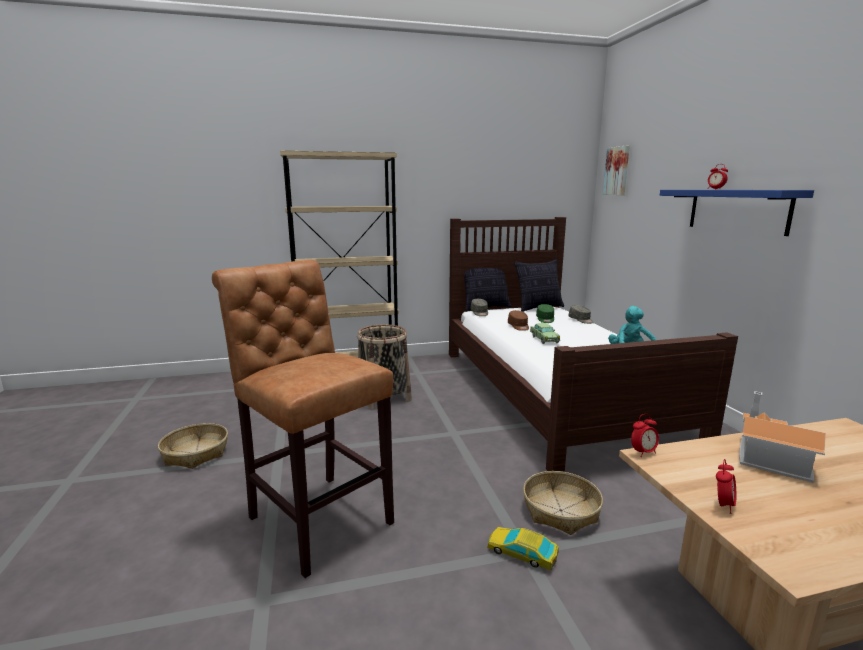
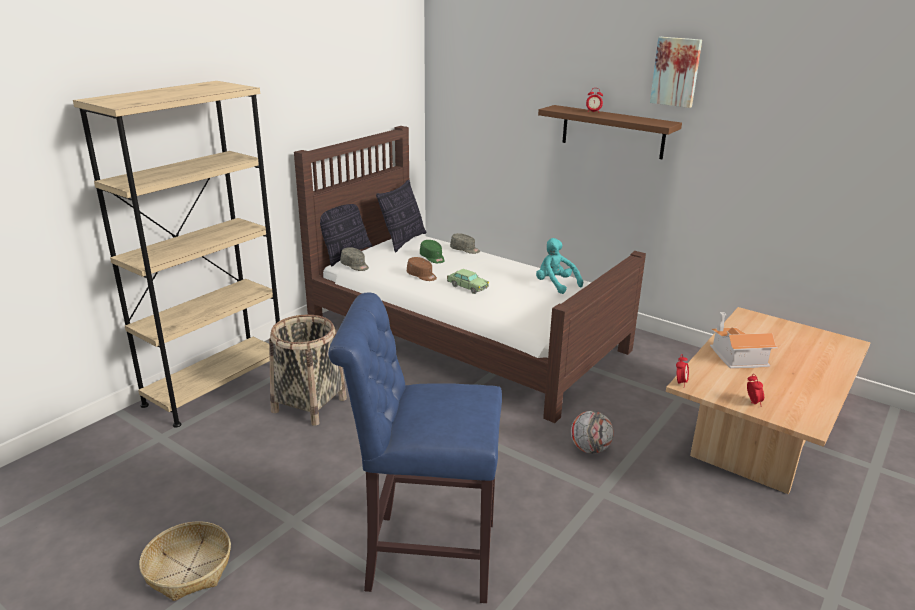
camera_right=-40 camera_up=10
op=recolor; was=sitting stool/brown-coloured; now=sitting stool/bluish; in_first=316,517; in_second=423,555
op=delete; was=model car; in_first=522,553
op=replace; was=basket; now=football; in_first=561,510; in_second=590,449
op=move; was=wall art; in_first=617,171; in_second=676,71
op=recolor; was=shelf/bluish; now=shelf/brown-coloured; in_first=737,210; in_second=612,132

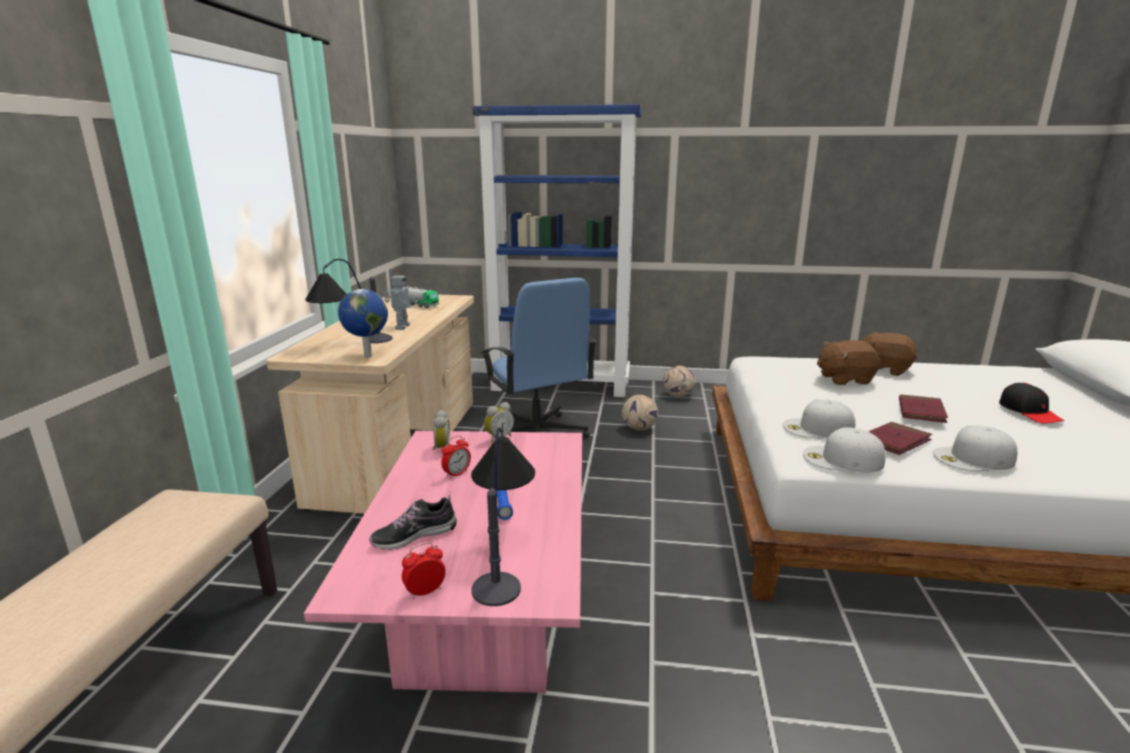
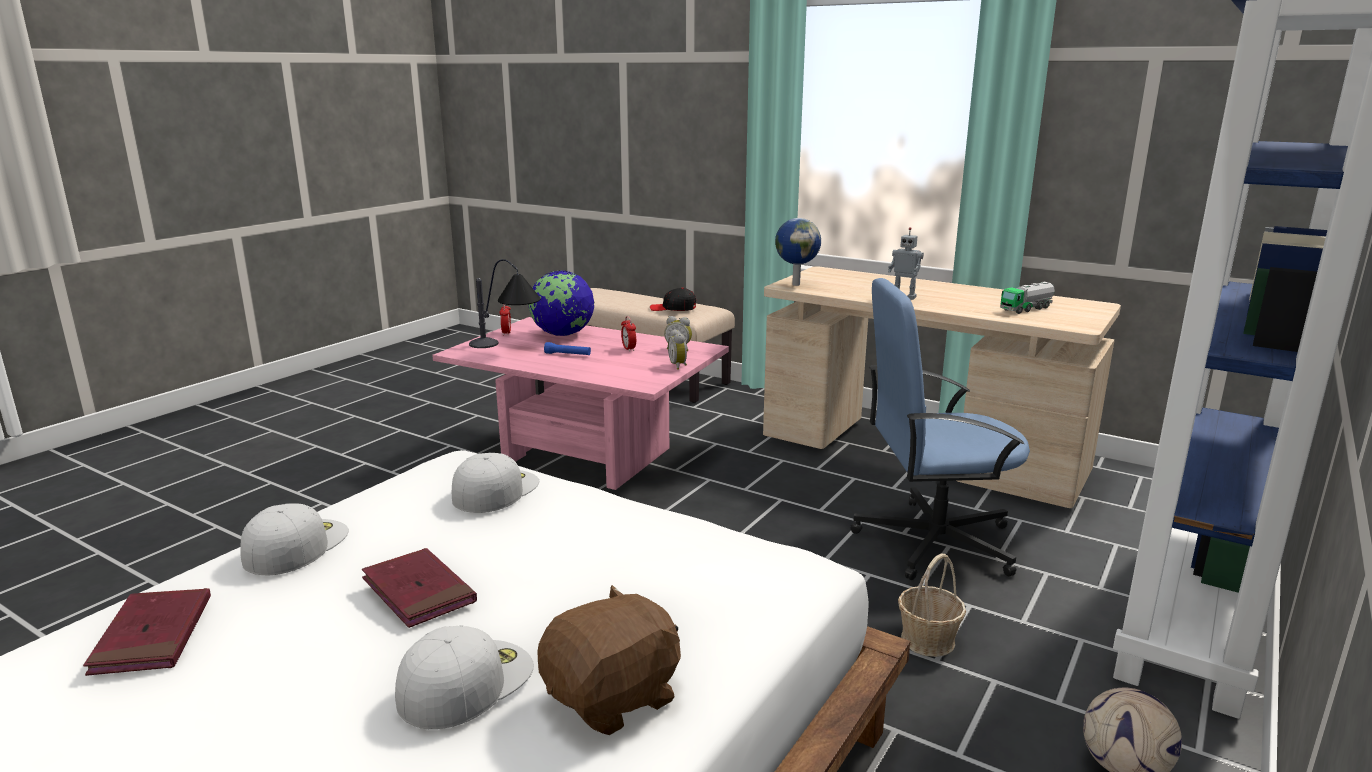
camera_right=115 camera_up=0
op=delete; was=lamp for a table; in_first=350,344
op=replace; was=item of footwear; now=world globe; in_first=414,536; in_second=562,335
op=replace; was=football; now=basket; in_first=639,429; in_second=927,640
op=move; was=cap/white; in_first=842,459; in_second=466,681
op=delete; was=cuddly toy/brown-coloured; in_first=844,379
op=move; was=book/red-coloured; in_first=894,441; in_second=153,636
op=move; was=cap/black-coloured; in_first=1029,412; in_second=673,309

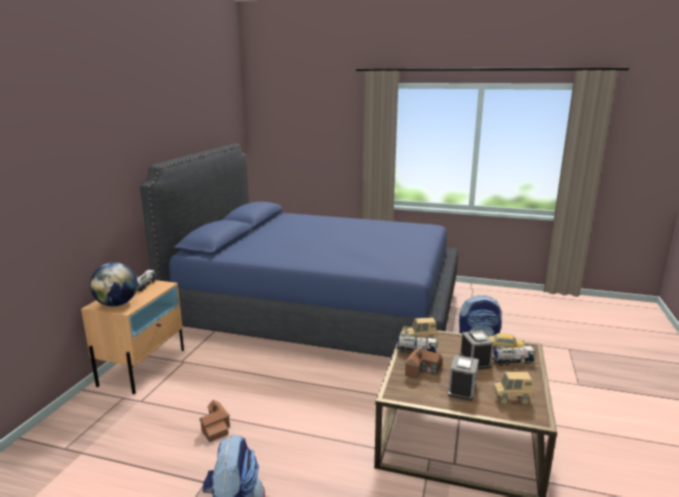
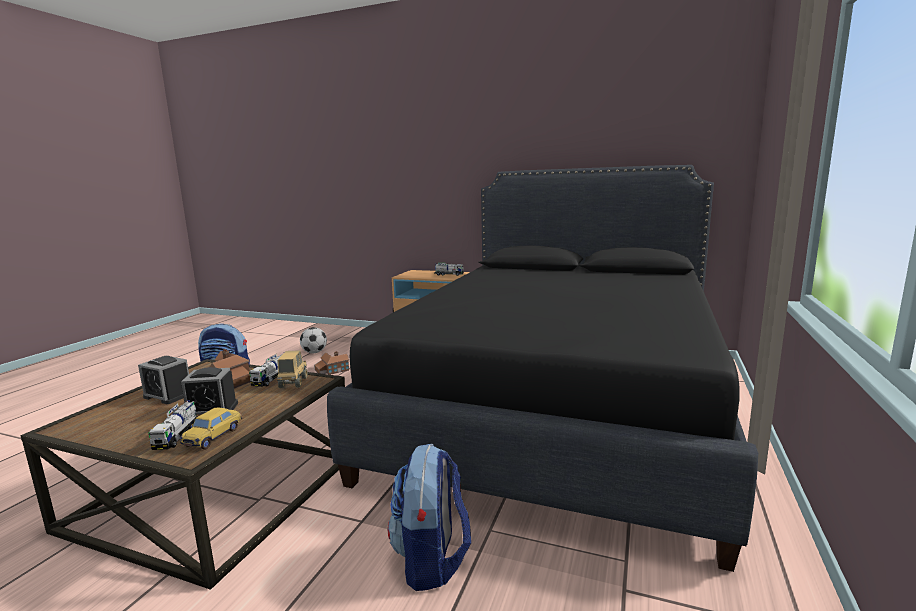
camera_right=95 camera_up=-5
op=delete; was=world globe; in_first=117,304
op=recolor; was=bedroom bed/bluish; now=bedroom bed/black-coloured; in_first=319,312; in_second=560,406
op=delete; was=model truck; in_first=511,399
op=insert; now=football; in_second=314,352

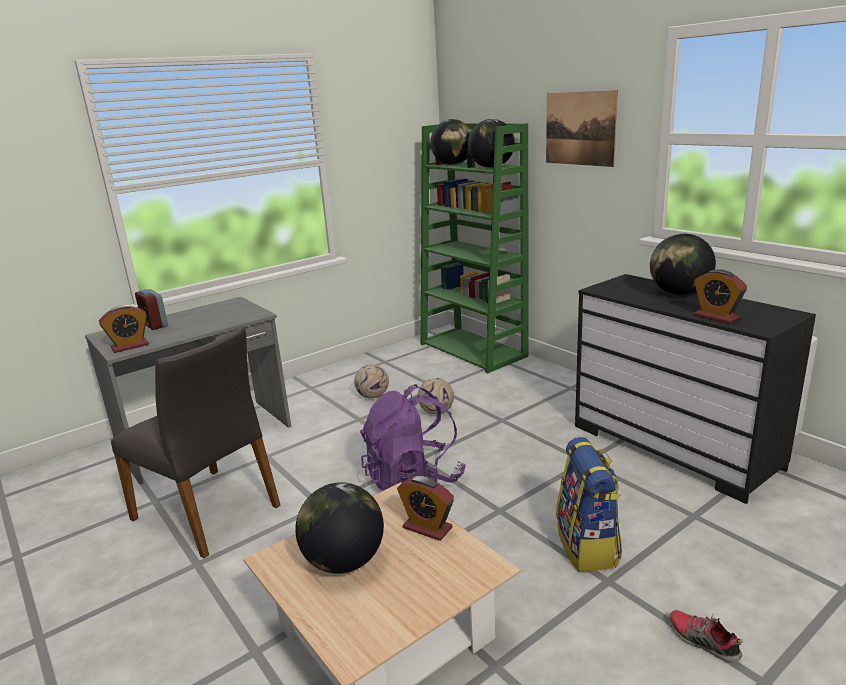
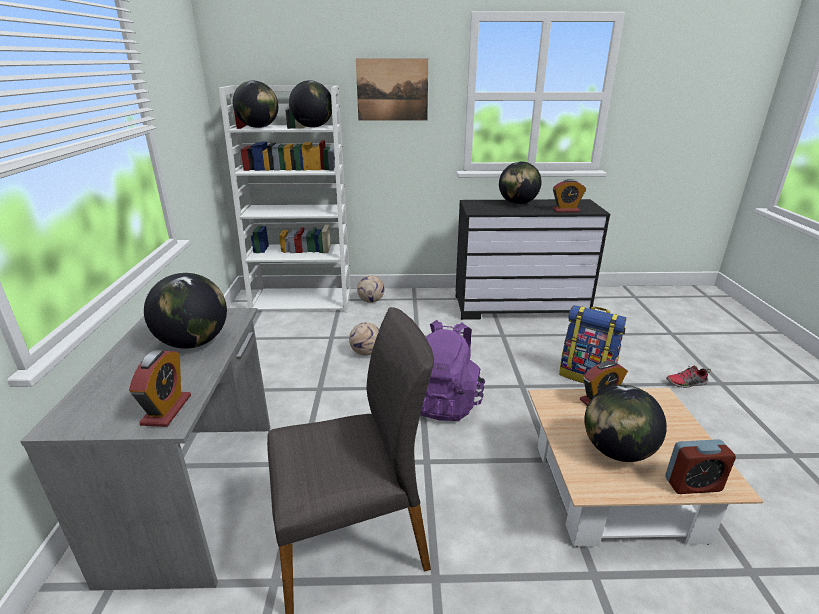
camera_right=-55 camera_up=5
op=move; was=table clock; in_first=155,325; in_second=692,484
op=move; was=football; in_first=373,396; in_second=371,301
op=recolor; was=shelving unit/green-coloured; now=shelving unit/white; in_first=474,350; in_second=303,300
op=insert; now=world globe; in_second=194,343

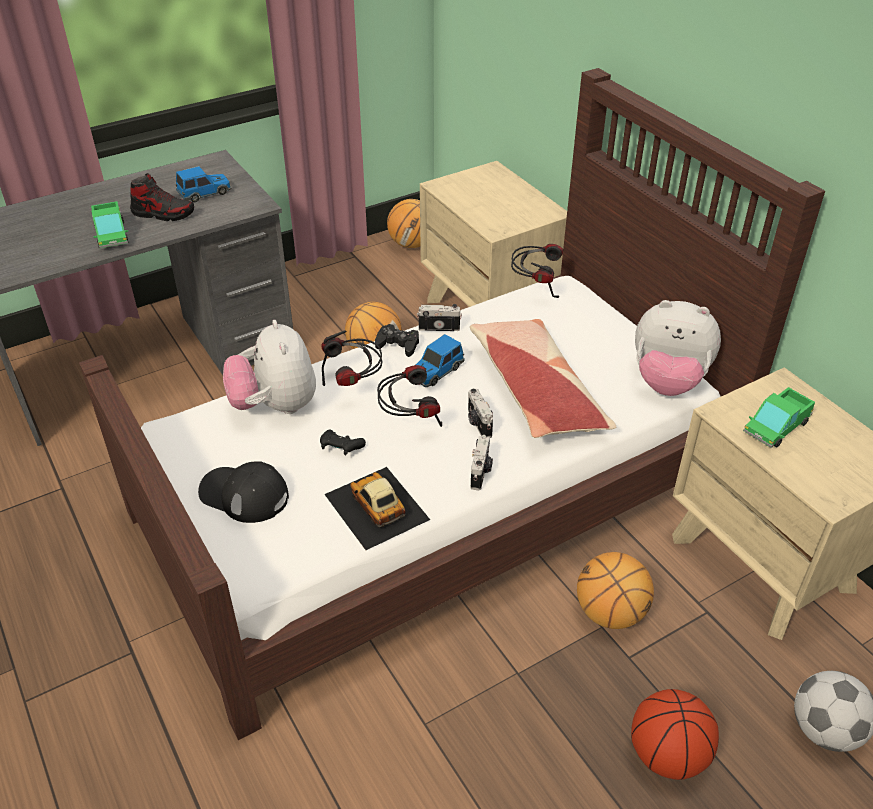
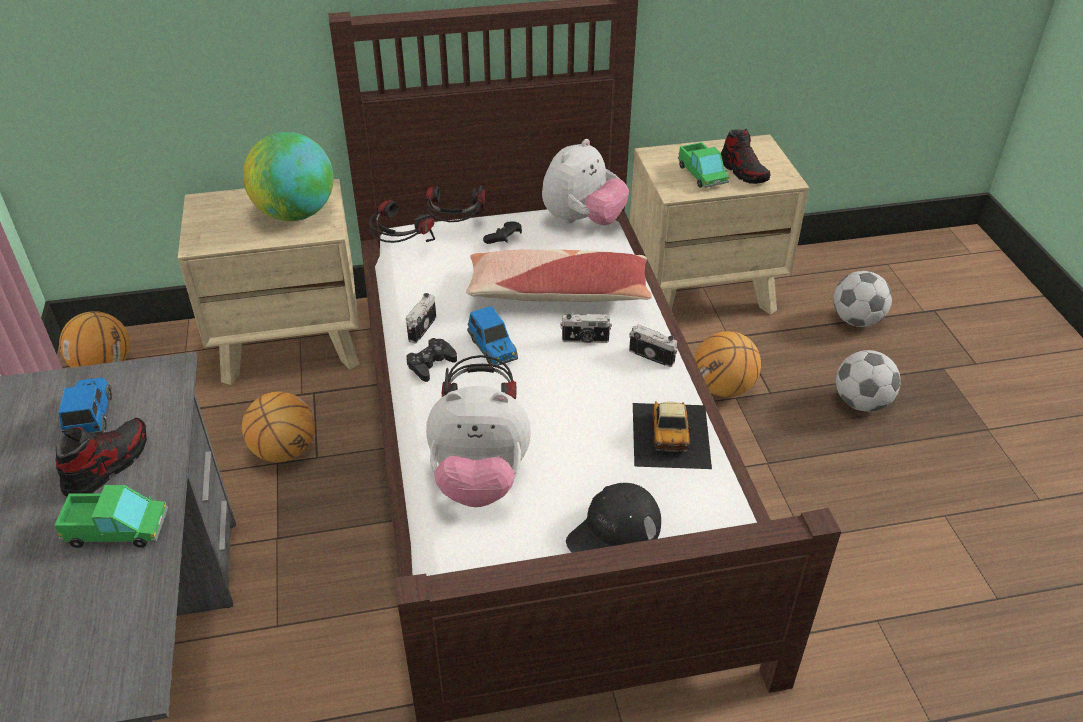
camera_right=-70 camera_up=0
op=move; was=joypad/black-coloured; in_first=341,448; in_second=504,239
op=rotate; was=model car; in_first=376,507; in_second=671,434; clockwise=-75
op=move; was=pair of headphones; in_first=409,420; in_second=455,229
op=replace; was=basketball ball; now=football; in_first=667,754; in_second=861,402
op=insert; now=world globe; in_second=295,214
op=insert; now=item of footwear; in_second=743,171

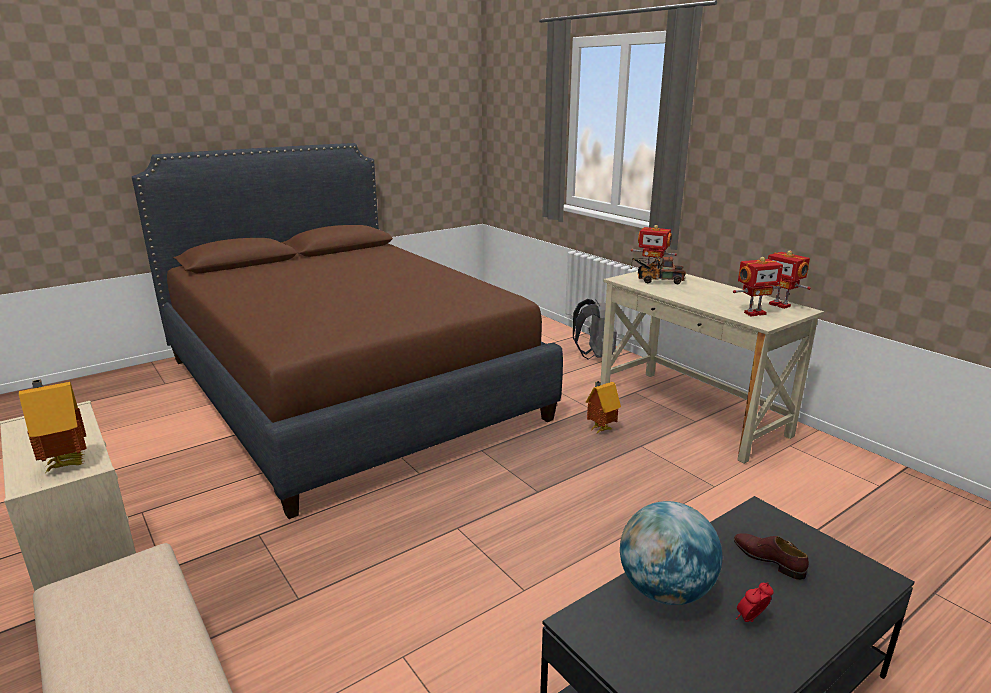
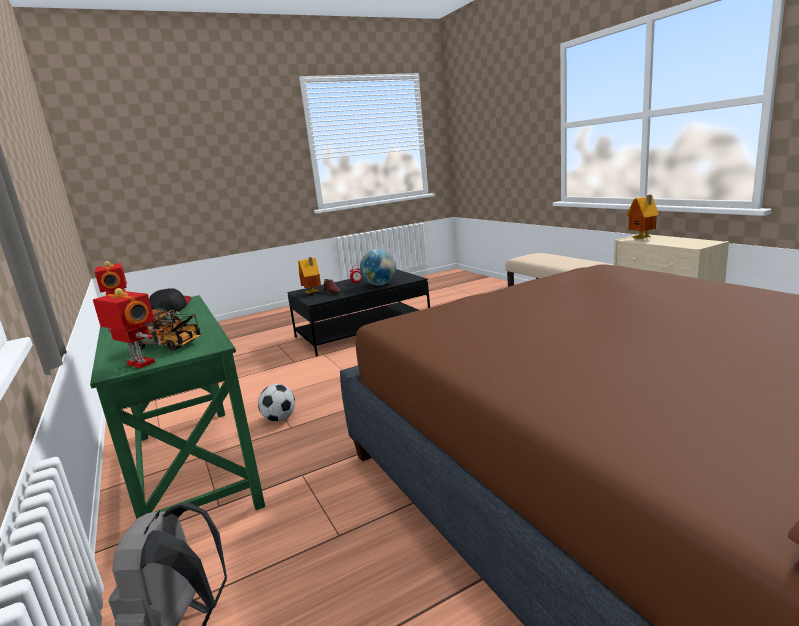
camera_right=-170 camera_up=-5
op=move; was=toy house; in_first=600,429; in_second=312,293
op=recolor; was=desk table/beige; now=desk table/green-coloured; in_first=691,412; in_second=193,468
op=replace; was=robot figure; now=cap; in_first=754,313; in_second=170,308
op=insert; now=football; in_second=279,419

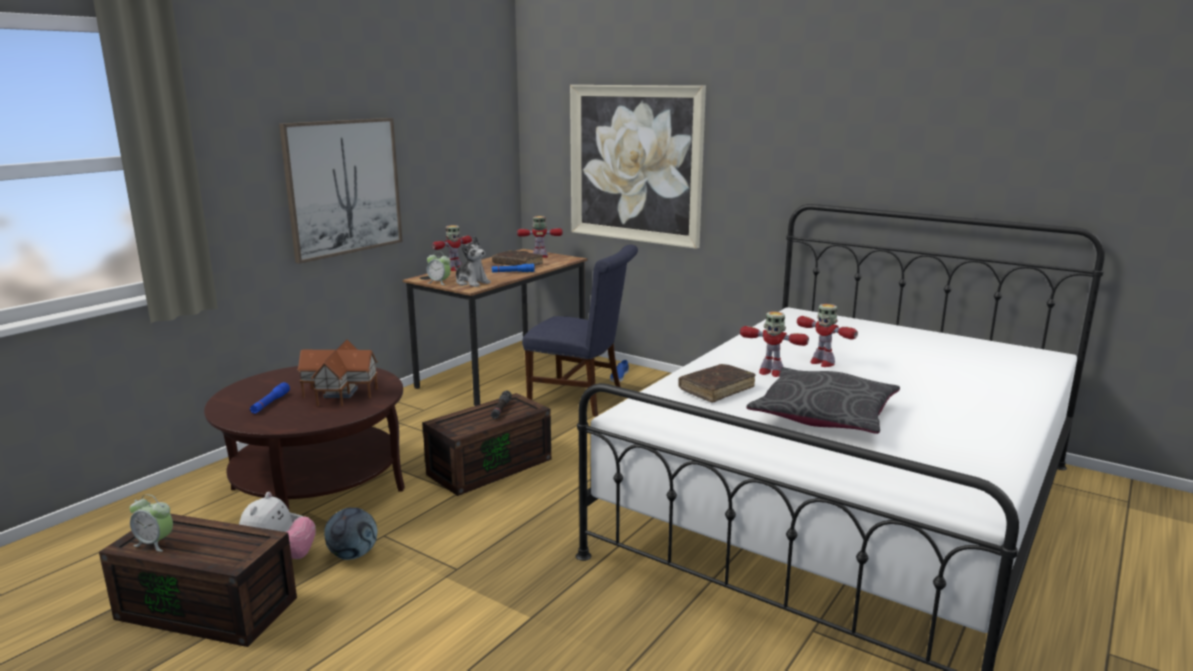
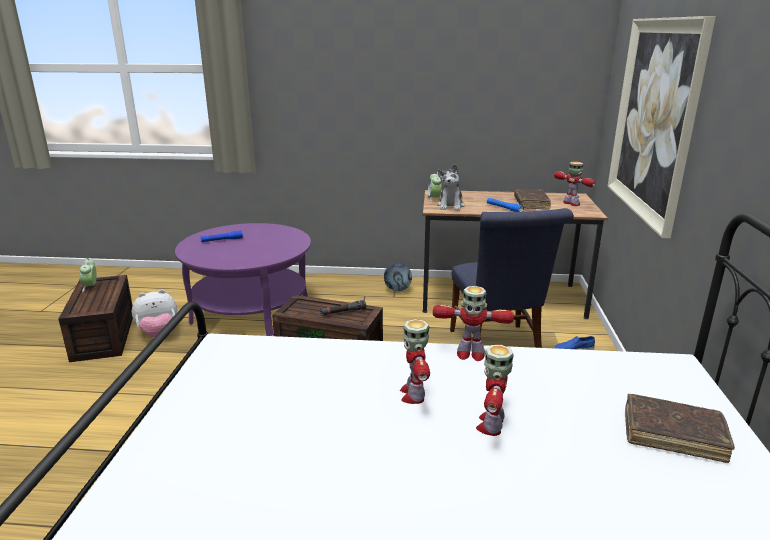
camera_right=60 camera_up=5
op=recolor; was=coffee table/brown-coloured; now=coffee table/purple; in_first=318,488; in_second=251,310
op=delete; was=wall art; in_first=343,187
op=delete; was=toy house; in_first=340,392
op=move; was=football; in_first=353,555; in_second=397,290
op=move; was=robot figure; in_first=454,269; in_second=470,354
op=move; was=book/brown-coloured; in_first=716,389; in_second=673,435
op=delete; was=throw pillow/grey; in_first=823,415

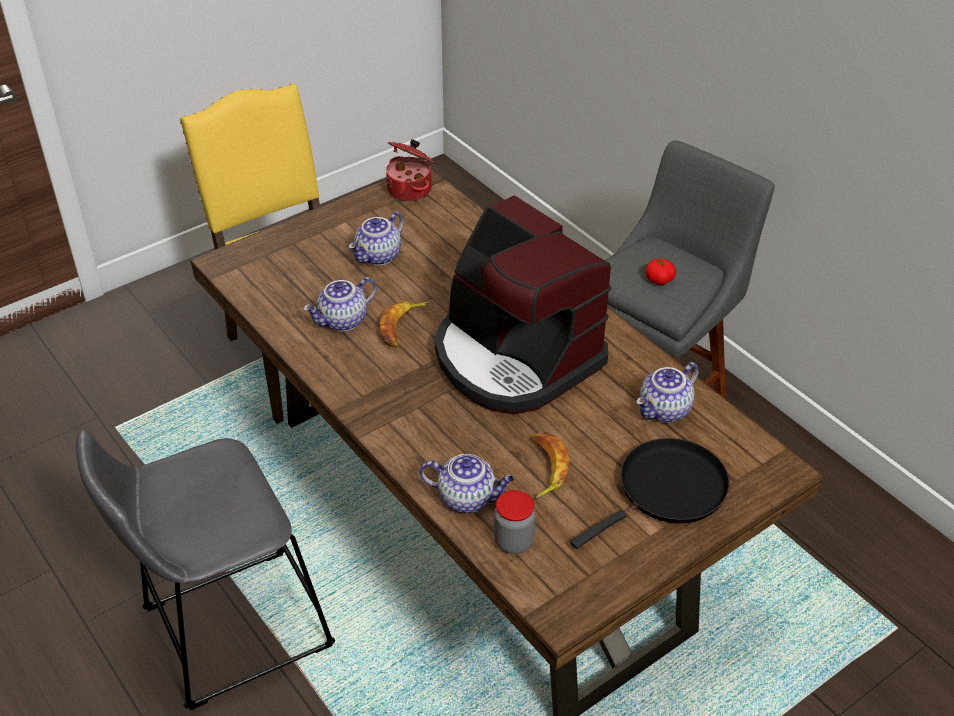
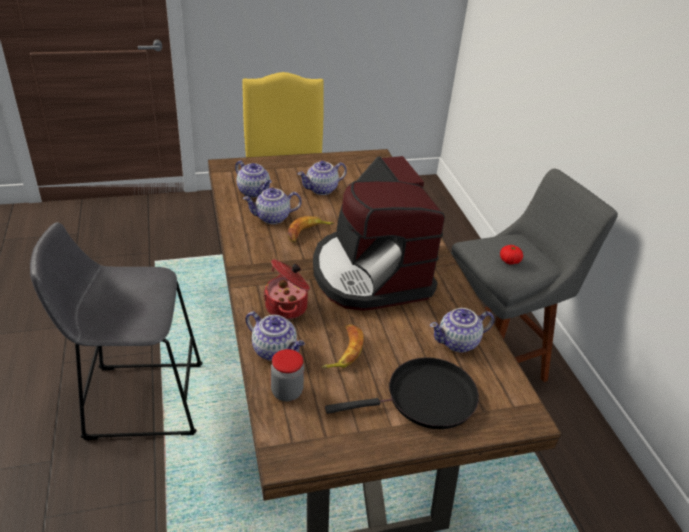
camera_right=20 camera_up=-5
op=move; was=cooking pot; in_first=410,189; in_second=287,307
op=insert; now=tea pot; in_second=254,192

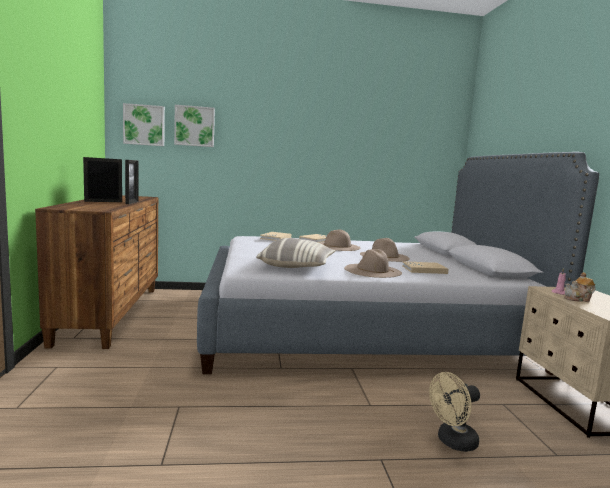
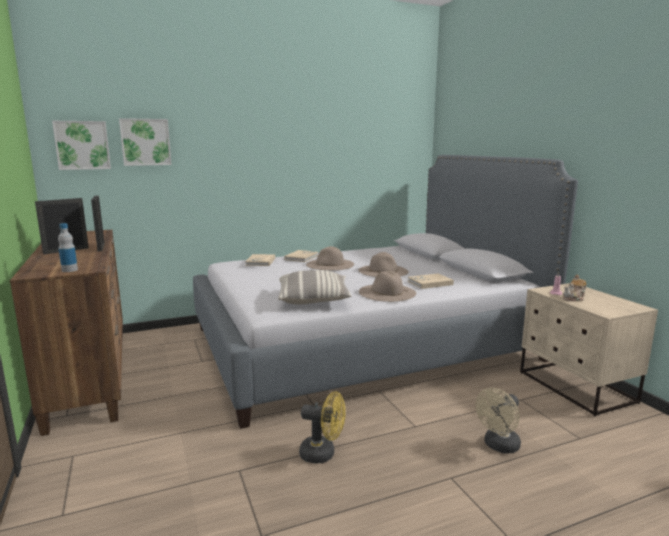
camera_right=-15 camera_up=5
op=insert; now=beverage bottle; in_second=69,270
op=insert; now=cooling fan/yellow-coloured; in_second=323,454

